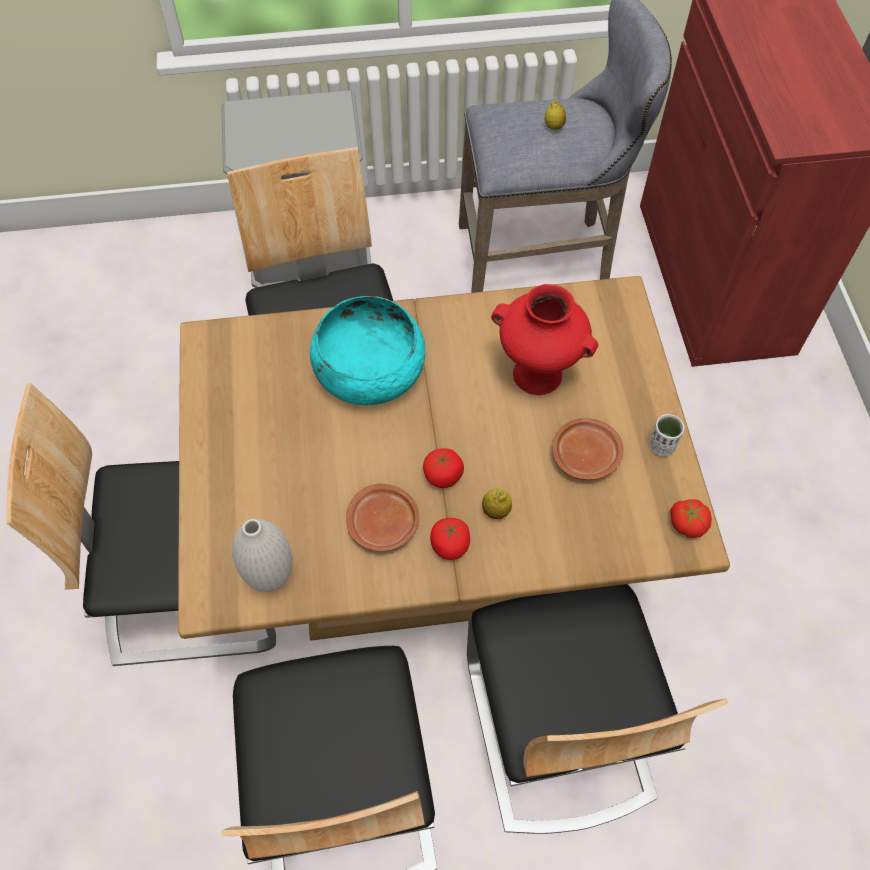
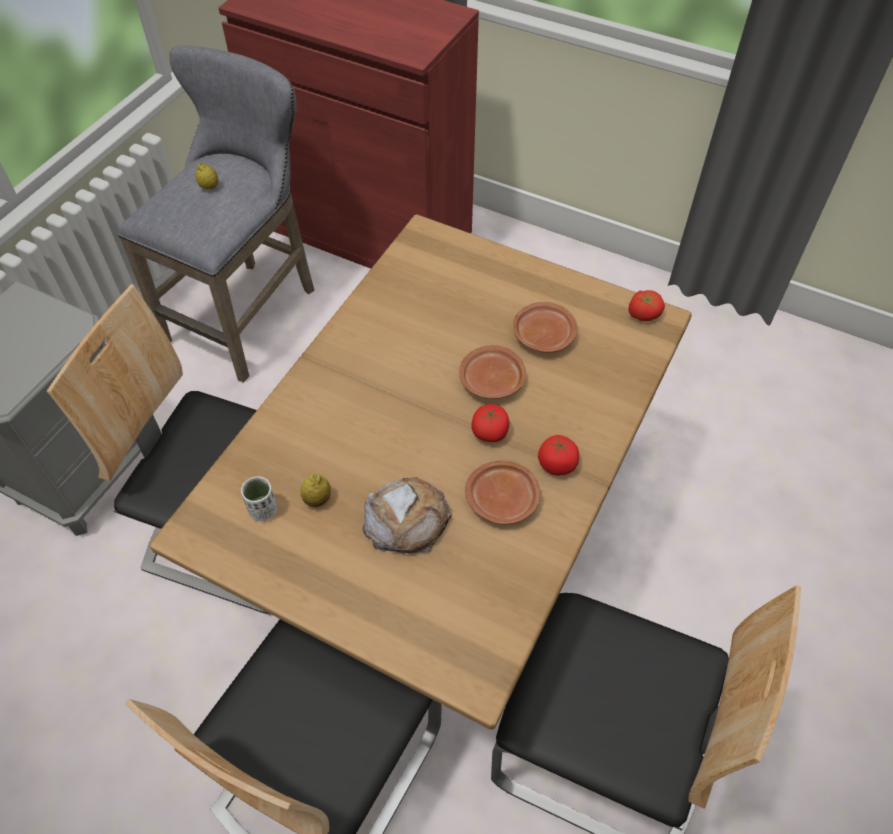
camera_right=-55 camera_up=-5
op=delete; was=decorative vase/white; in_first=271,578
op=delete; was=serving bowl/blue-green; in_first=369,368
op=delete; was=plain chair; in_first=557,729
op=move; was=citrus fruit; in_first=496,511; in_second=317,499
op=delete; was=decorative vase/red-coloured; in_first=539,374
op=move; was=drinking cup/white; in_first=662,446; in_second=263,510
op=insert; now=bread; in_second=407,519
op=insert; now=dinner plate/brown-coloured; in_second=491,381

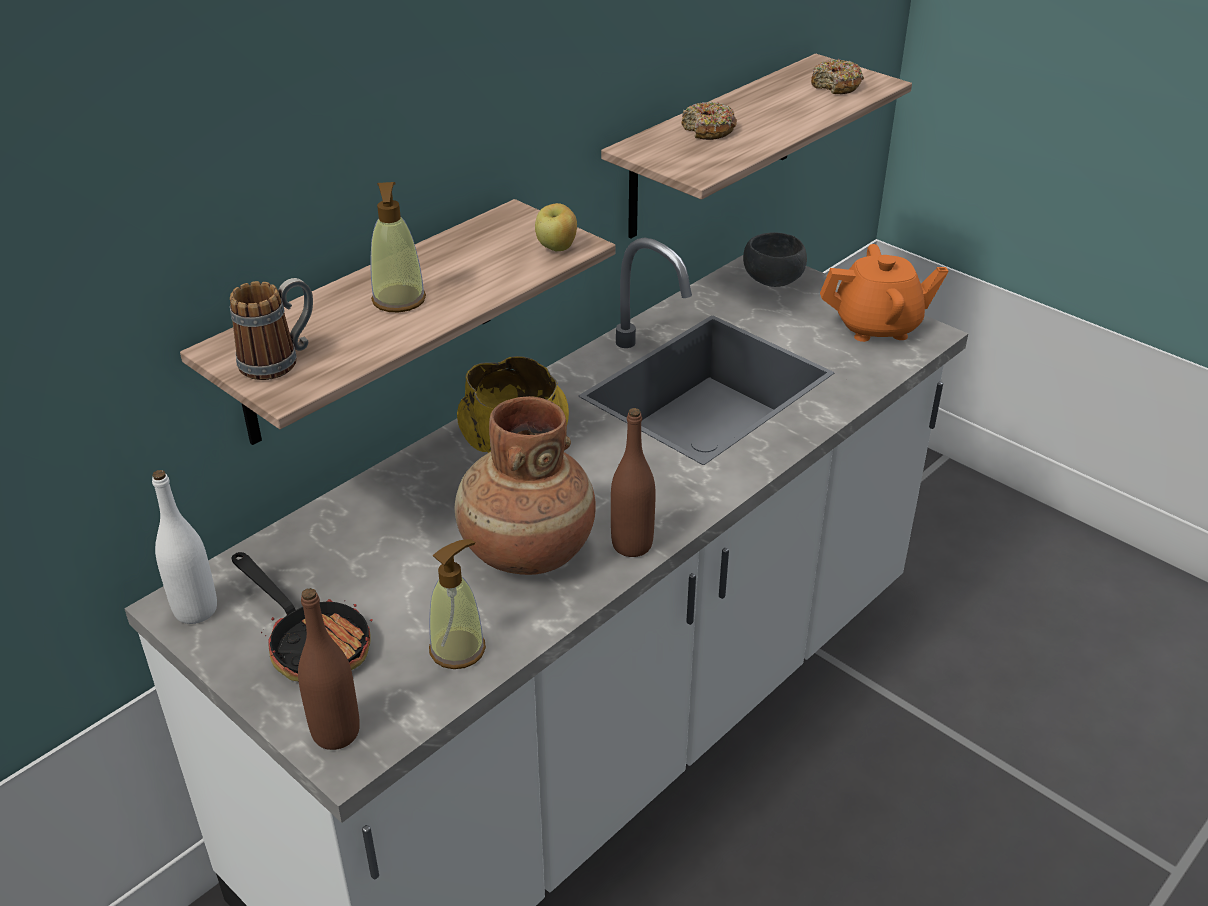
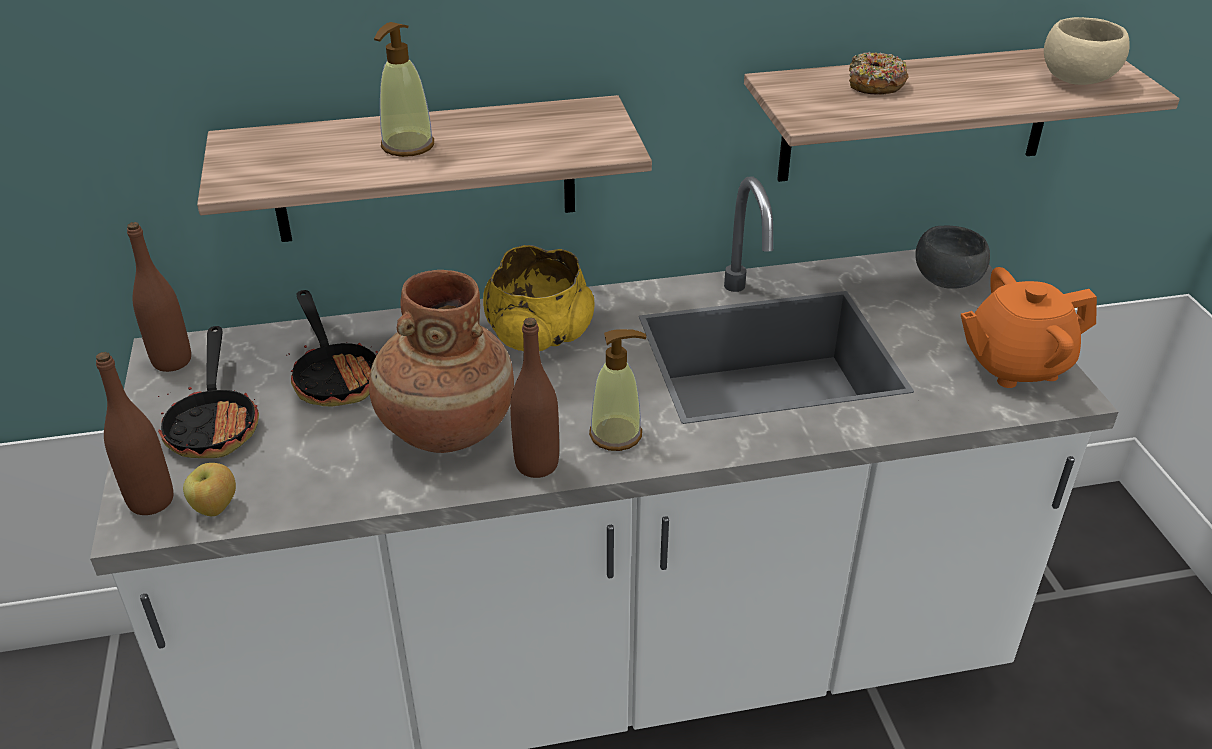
camera_right=35 camera_up=0
op=recolor; was=beverage bottle/white; now=beverage bottle/brown-coloured; in_first=196,610; in_second=172,361
op=delete; was=tea mug; in_first=280,360
op=move; was=soap bottle; in_first=458,649; in_second=616,434
op=move; was=whole apple; in_first=557,248; in_second=215,508
op=replace; was=donut; now=serving bowl/beige; in_first=836,86; in_second=1079,79
op=rotate; was=tea pot/orange; in_first=877,326; in_second=1014,365; clockwise=135
op=insert; now=frying pan; in_second=335,375

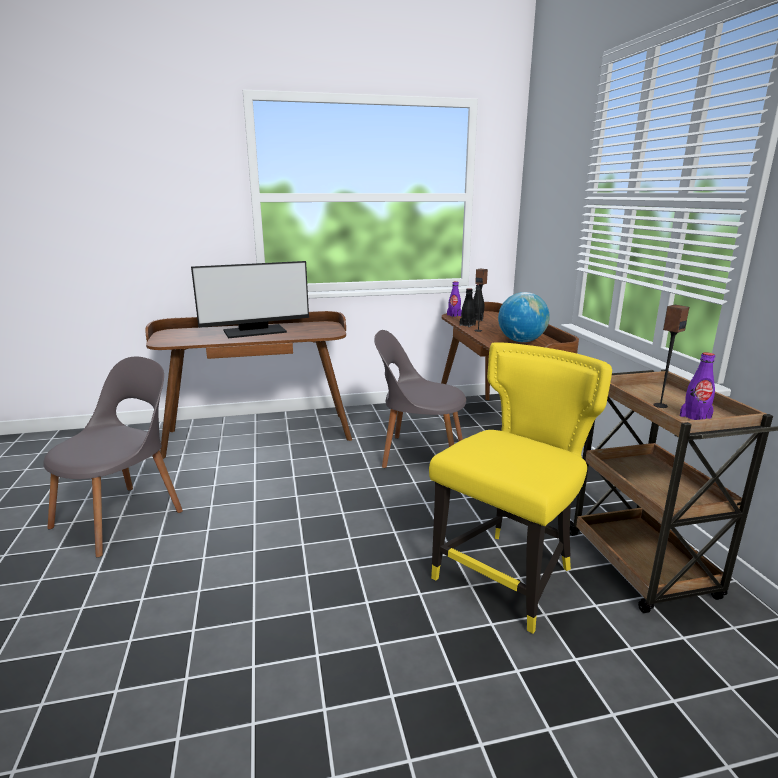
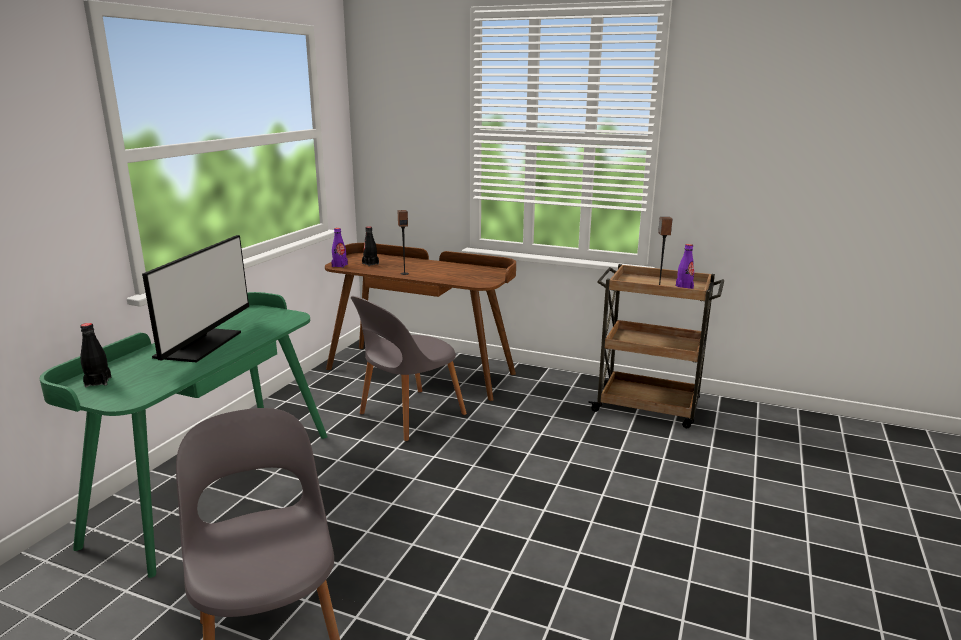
camera_right=-55 camera_up=0
op=recolor; was=desk table/brown-coloured; now=desk table/green-coloured; in_first=259,434; in_second=215,484
op=delete; was=plain chair/yellow-coloured; in_first=508,575
op=move; was=beverage bottle/black-coloured; in_first=467,325; in_second=98,382
op=delete; was=world globe; in_first=521,341

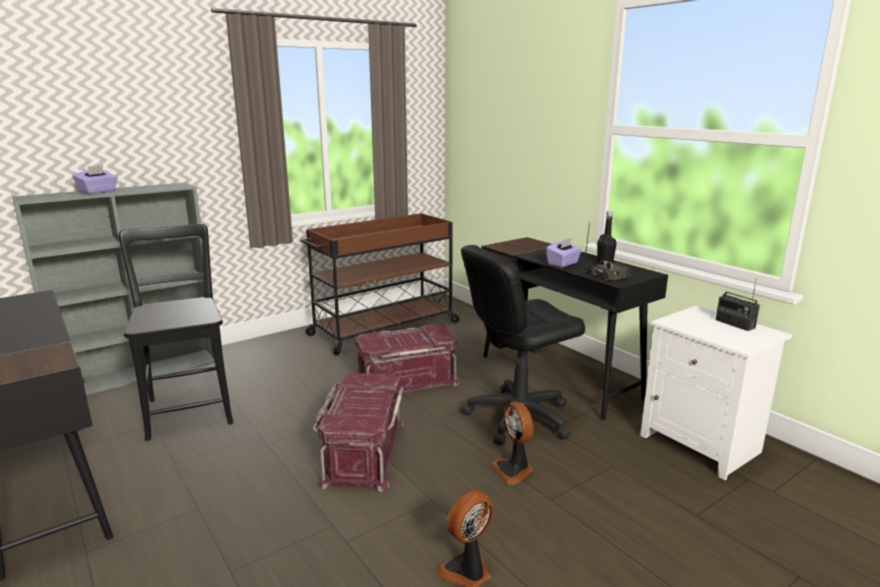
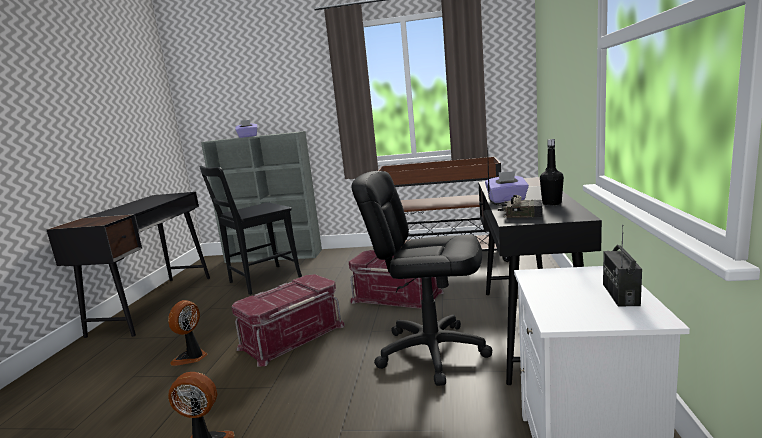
camera_right=45 camera_up=-5
op=rotate; was=plain chair/black-coloured; in_first=189,408; in_second=261,281; clockwise=-150
op=move; was=cooling fan; in_first=513,470; in_second=192,357

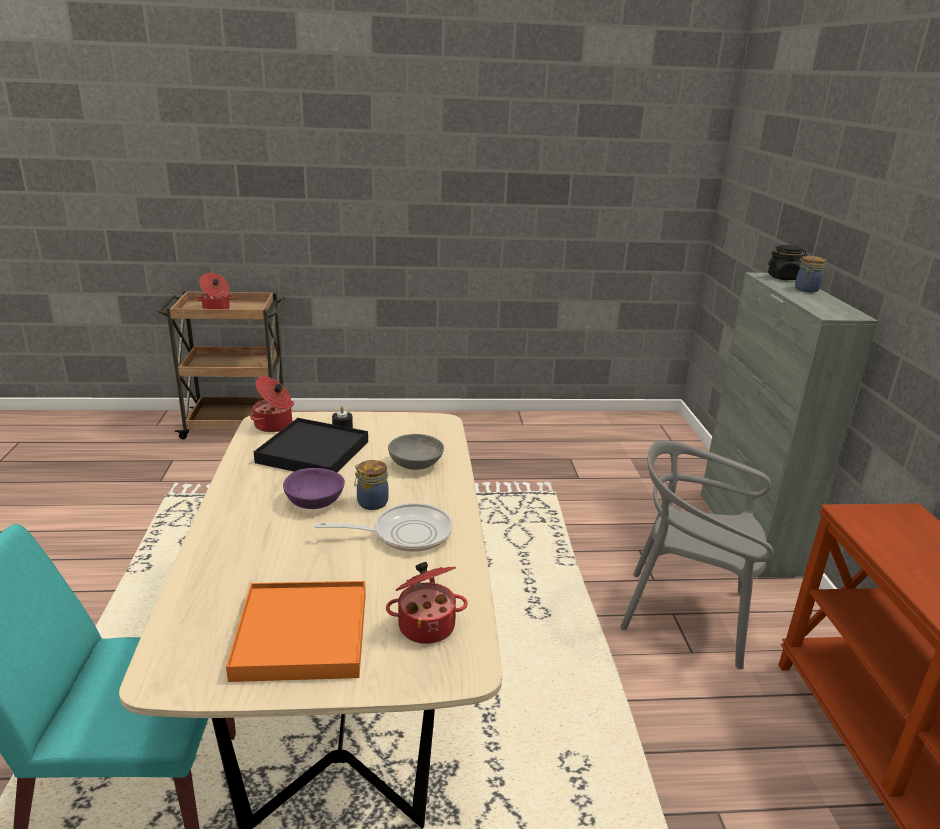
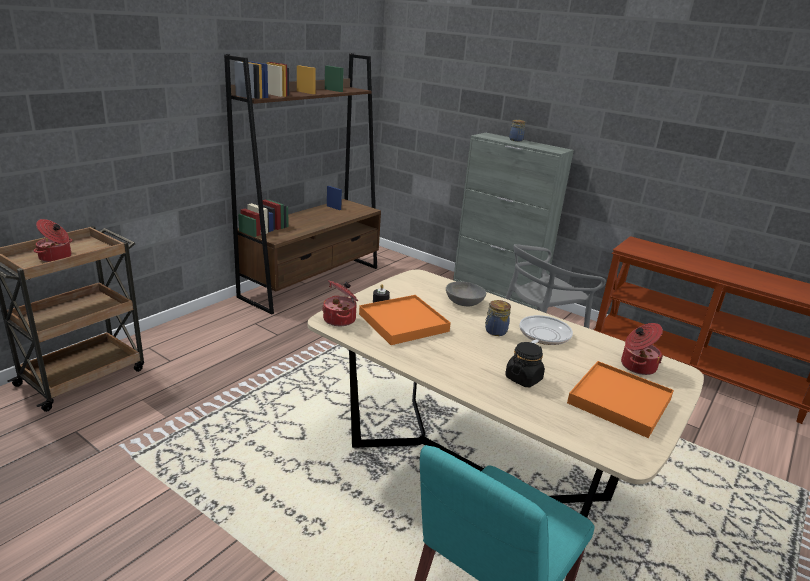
camera_right=-50 camera_up=0
op=recolor; was=tray/black-coloured; now=tray/orange; in_first=313,452; in_second=403,322
op=delete; was=serving bowl/purple; in_first=314,501
op=move; was=jar/black-coloured; in_first=783,278; in_second=523,378
op=insert; now=shelving unit/brown-coloured; in_second=312,281

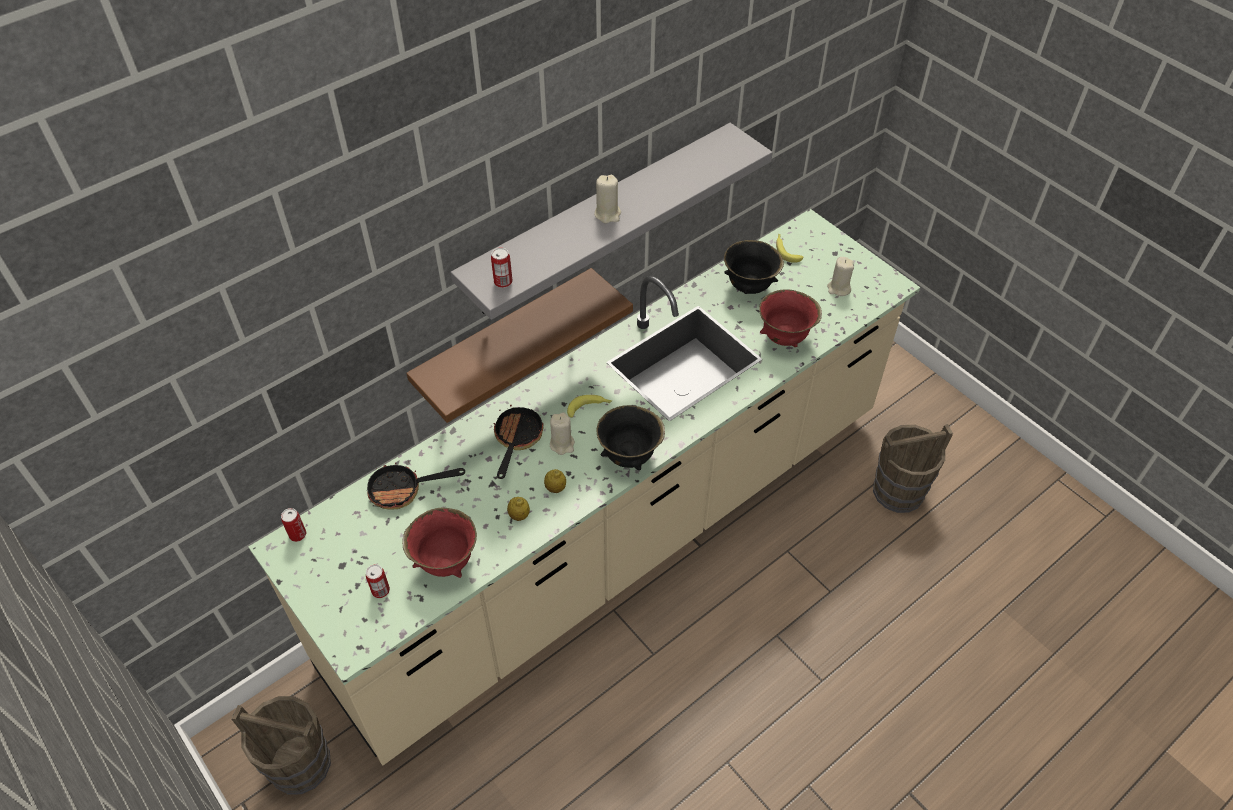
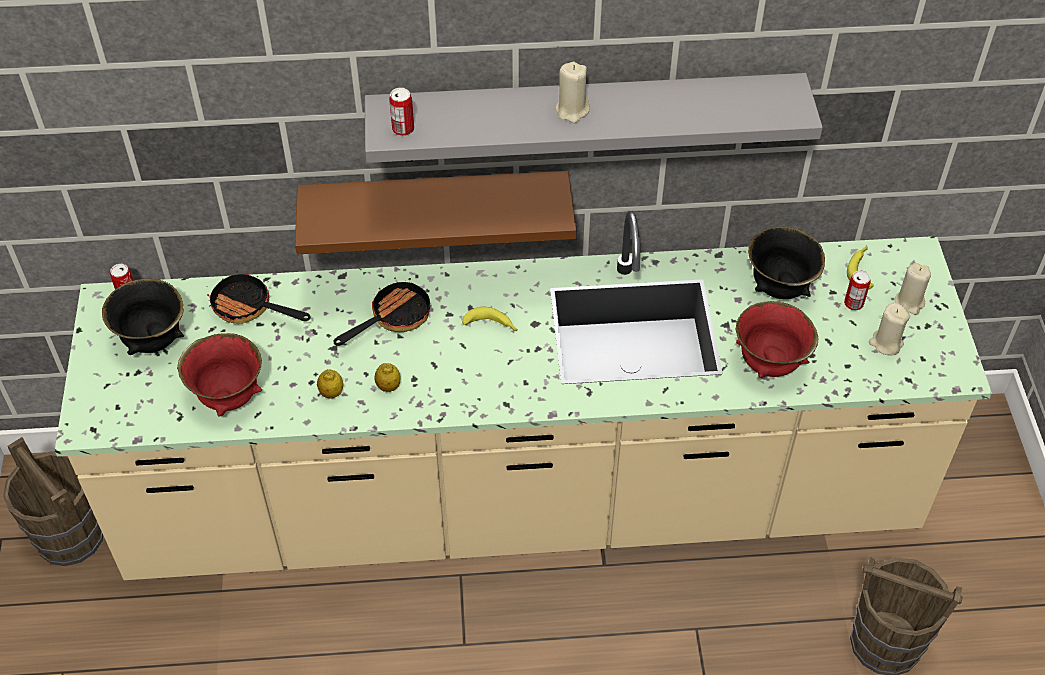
camera_right=35 camera_up=0
op=move; was=can; in_first=380,590; in_second=853,304
op=move; was=wax candle/beige; in_first=562,444; in_second=909,302
op=move; was=serving bowl/black-coloured; in_first=629,457; in_second=153,342

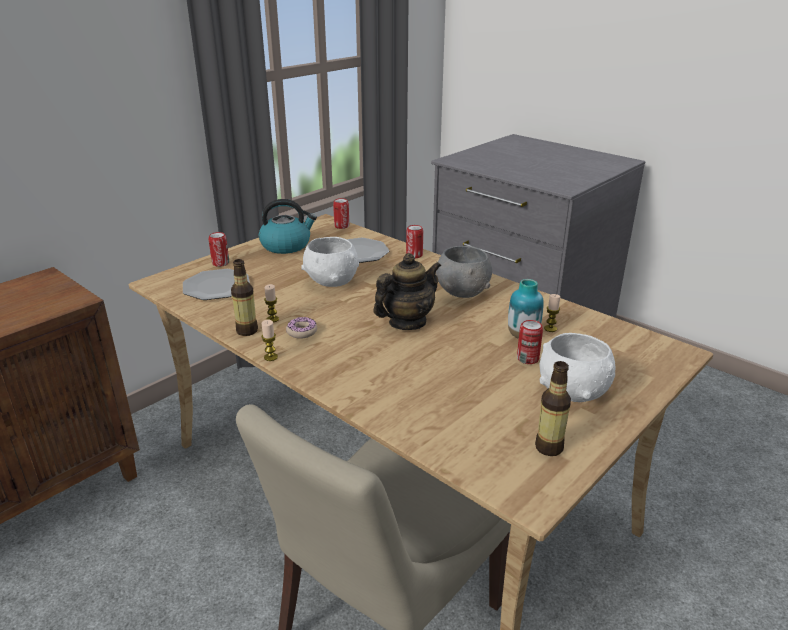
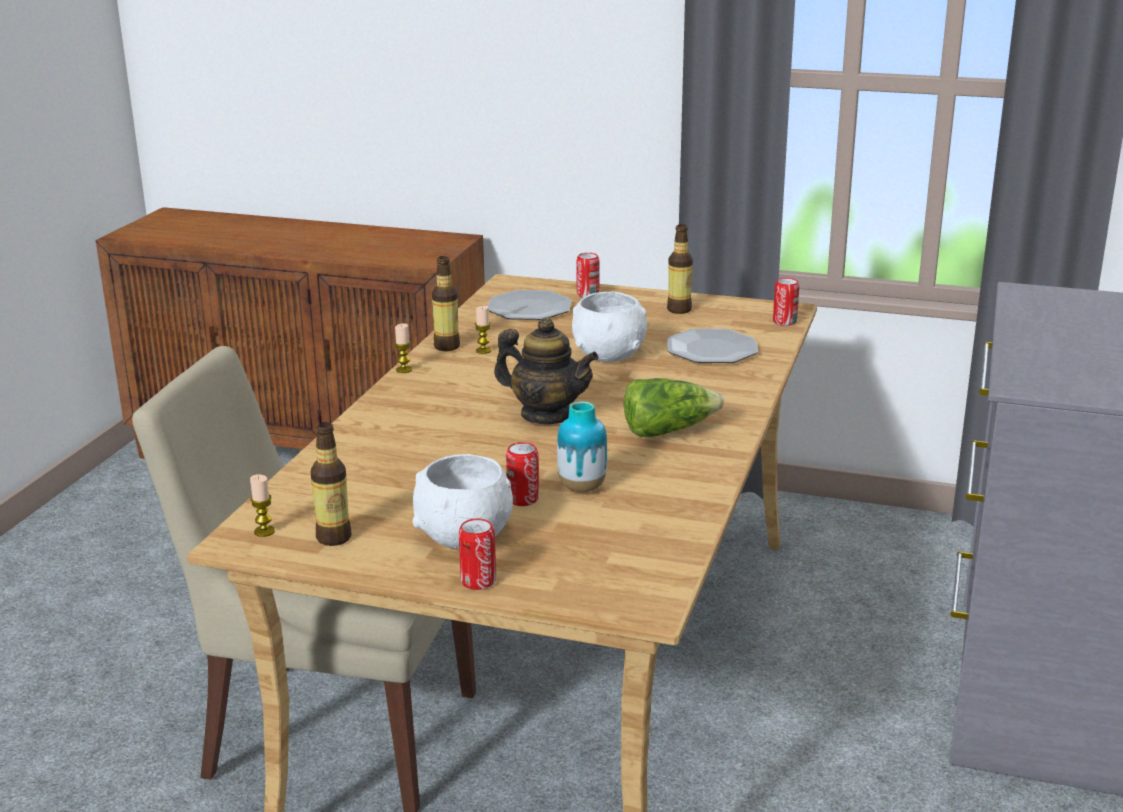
camera_right=65 camera_up=-5
op=replace; was=kettle; now=beverage bottle; in_first=286,245; in_second=679,310
op=delete; was=donut; in_first=302,332
op=move; was=can; in_first=414,255; in_second=478,581
op=replace; was=serving bowl/grey; now=lettuce; in_first=462,292; in_second=668,431
op=move; was=wax candle; in_first=550,328; in_second=264,531

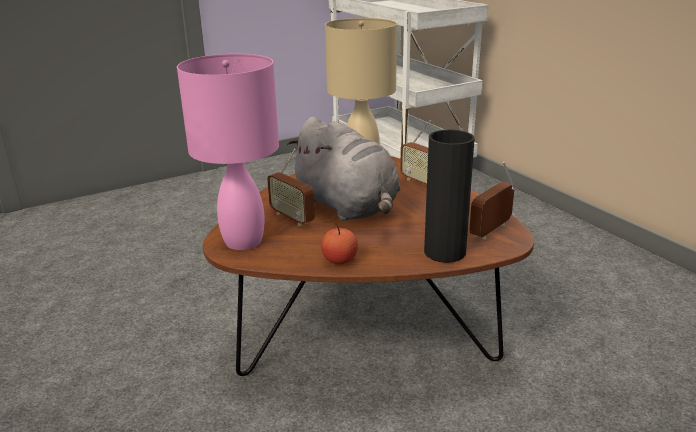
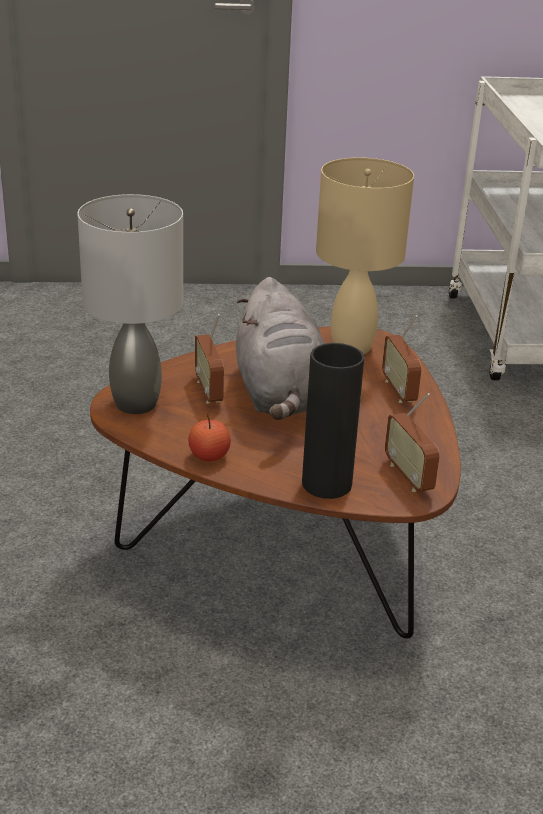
camera_right=25 camera_up=5
op=recolor; was=lamp for a table/pink-coloured; now=lamp for a table/grey; in_first=244,242; in_second=136,404
op=rotate; was=radio receiver; in_first=491,230; in_second=408,476; clockwise=-90

